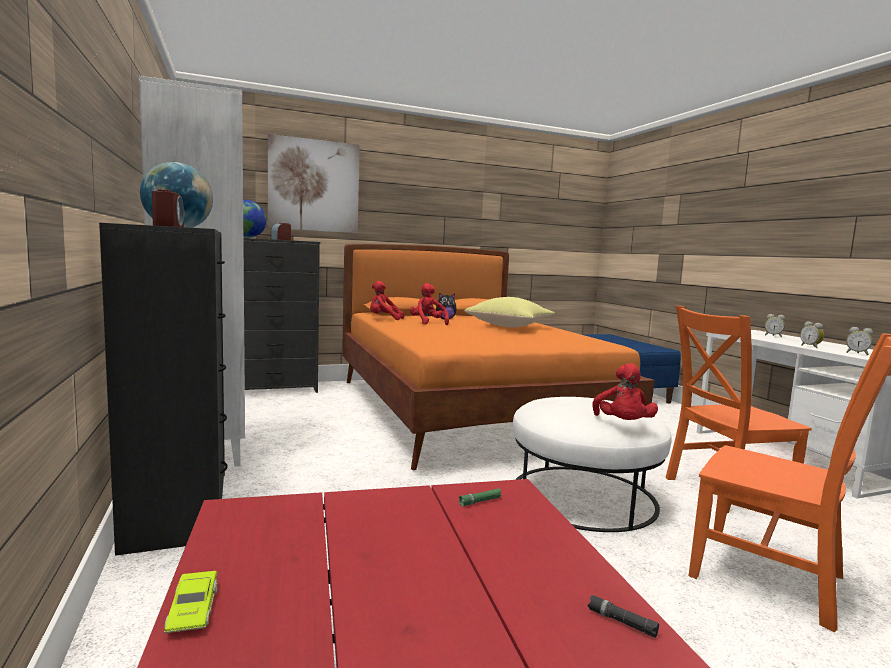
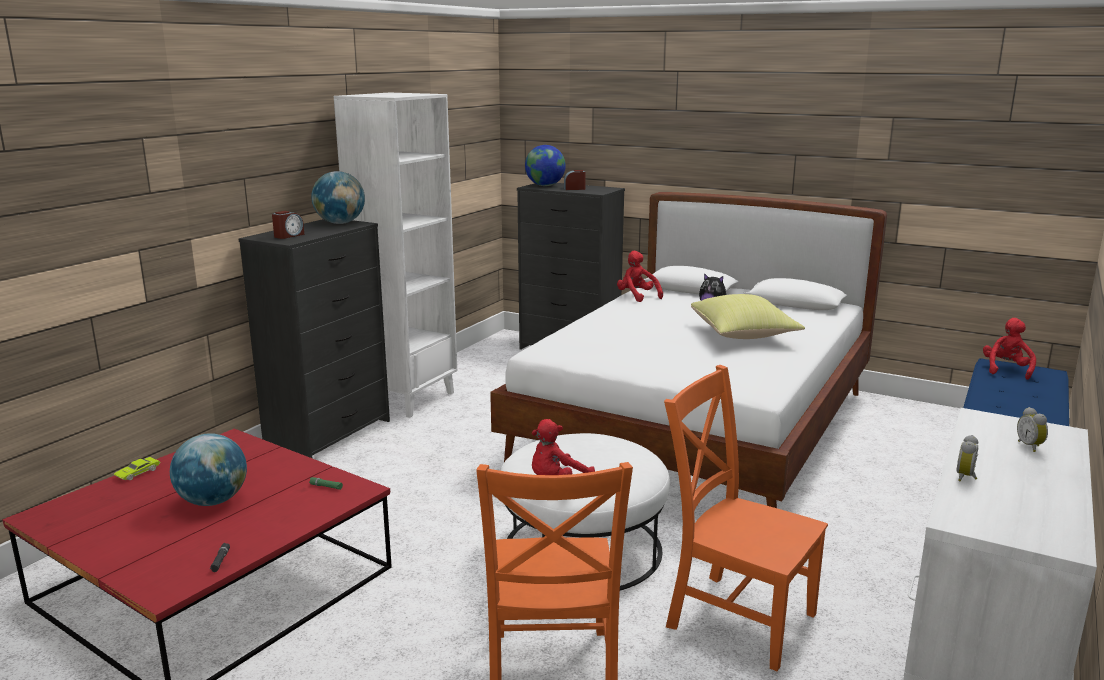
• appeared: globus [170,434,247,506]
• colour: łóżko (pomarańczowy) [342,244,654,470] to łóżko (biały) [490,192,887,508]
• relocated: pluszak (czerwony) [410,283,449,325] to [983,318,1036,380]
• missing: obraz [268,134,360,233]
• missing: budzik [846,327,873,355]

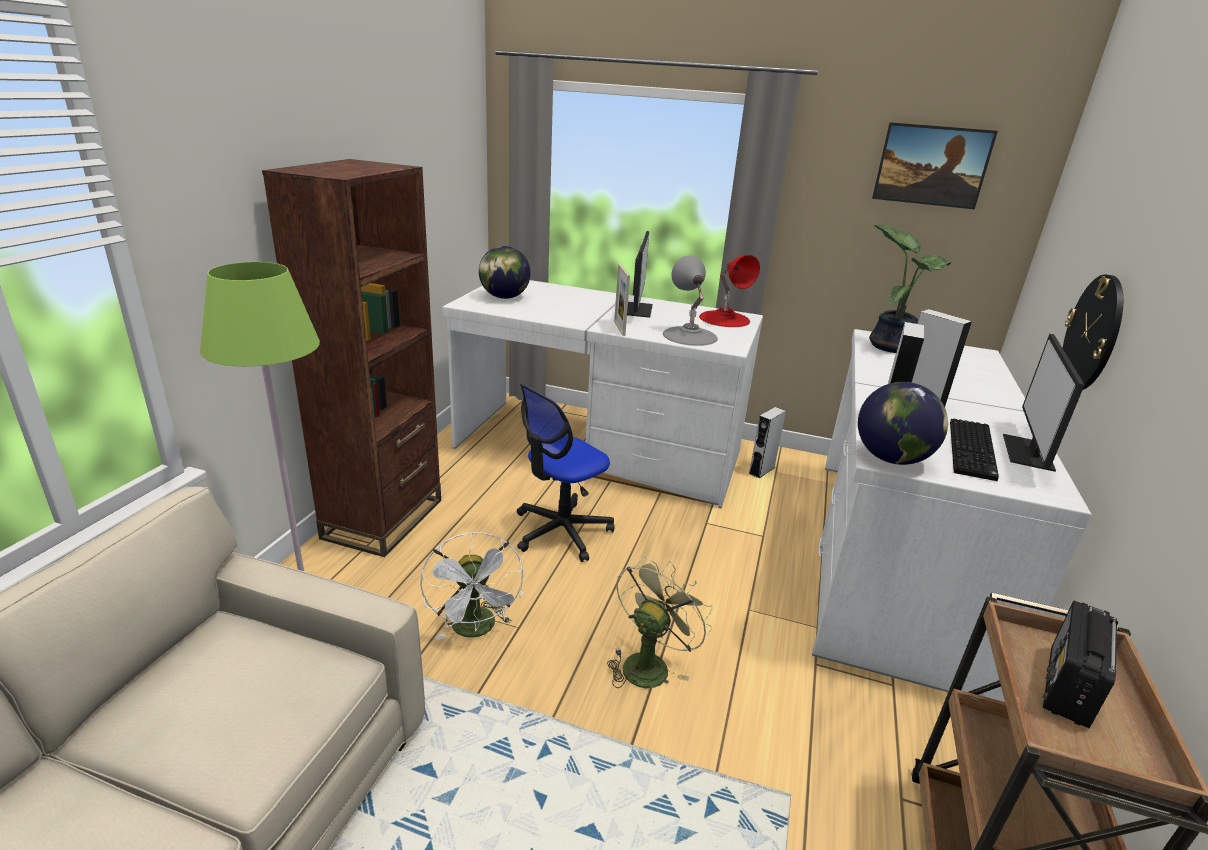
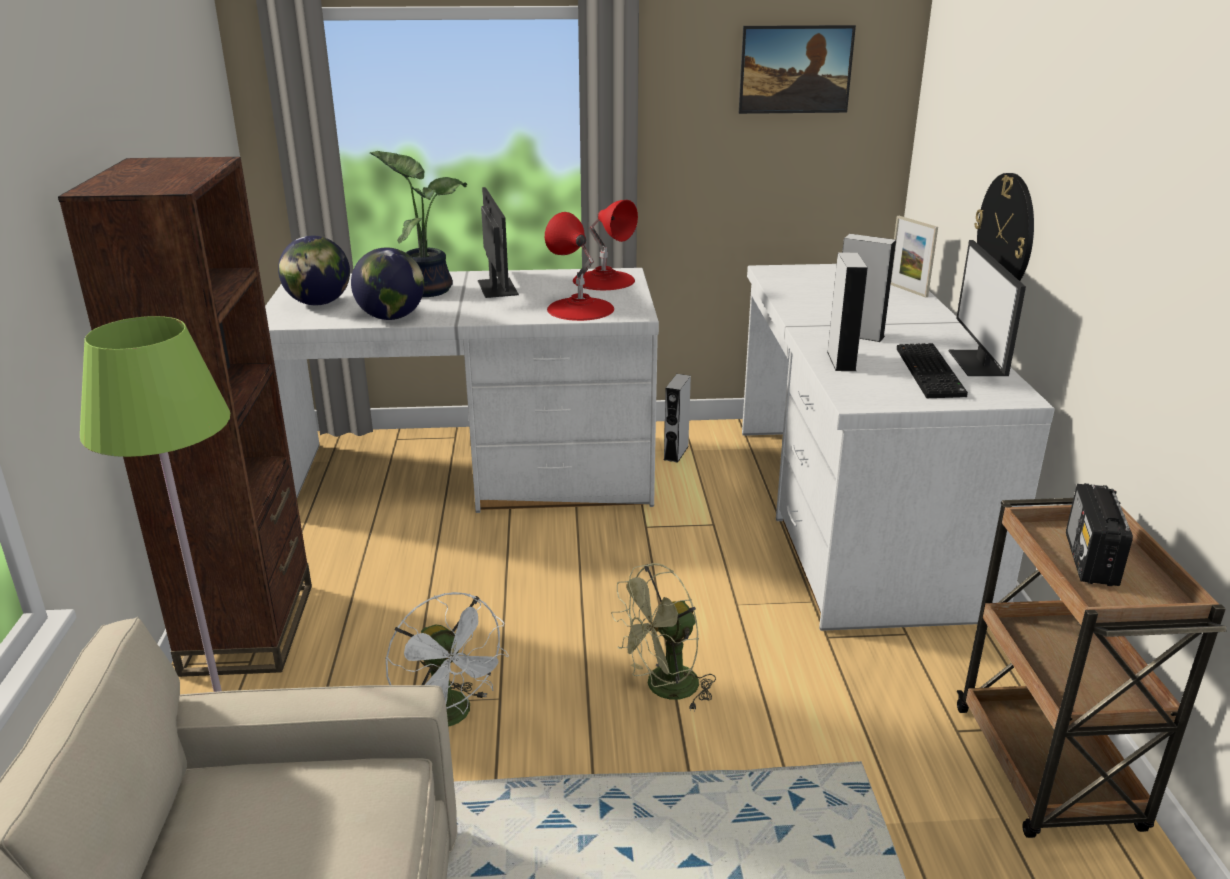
• relocated: globus [858,382,948,465] to [351,247,424,320]
• relocated: roślina doniczkowa [869,225,951,353] to [369,151,467,297]
• colour: lampa stołowa (szary) [663,255,718,346] to lampa stołowa (czerwony) [545,212,614,321]
• spun: wentylator (zielony) [607,556,713,688] = [611,563,716,711] 135 degrees counterclockwise
• relocated: ramka na zdjęcie [614,264,630,336] to [891,216,938,298]
• missing: krzesło biurowe [517,384,615,562]

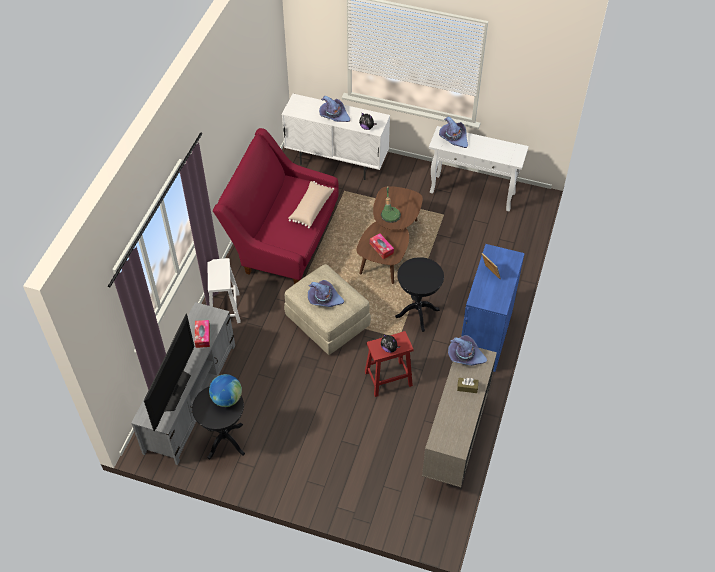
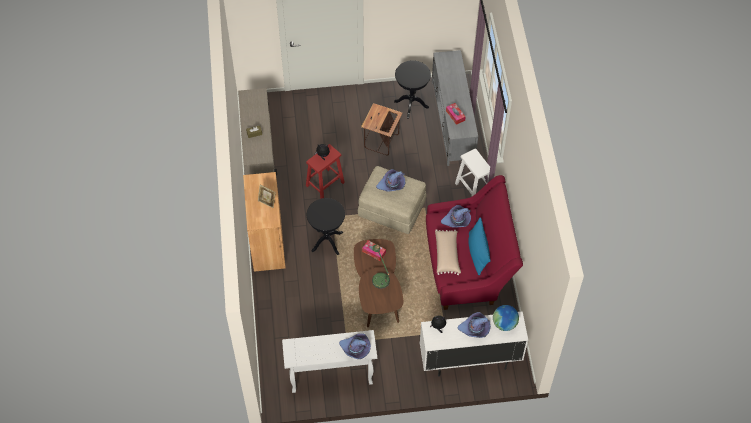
• colour: szafka (niebieski) [461,244,525,372] to szafka (brązowy) [243,172,286,272]
• appeared: stolik [361,103,403,155]
• relocated: kapelusz (fioletowy) [448,335,487,366] to [441,205,471,228]
• appeared: poduszka (niebieski) [468,217,491,275]
• relocated: globus [209,374,242,407] to [493,305,519,331]
• missing: telewizor [144,314,194,431]

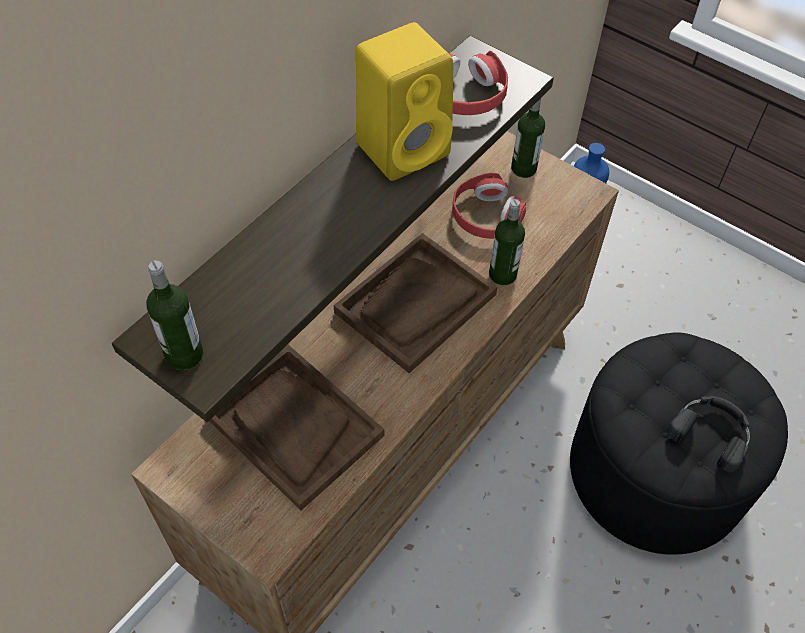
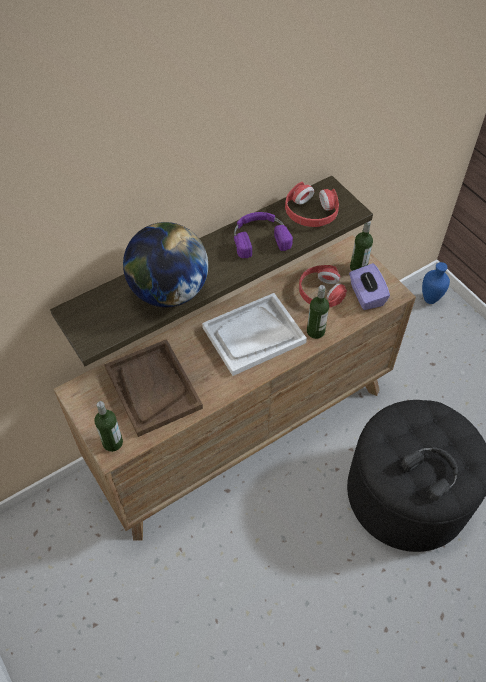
• relocated: butelka [146,260,203,370] to [94,401,123,452]
• appeared: globus [123,222,208,307]
• colour: taca (brązowy) [334,233,497,373] to taca (biały) [202,293,307,376]
• exchanged: głośnik (żółty) [356,22,453,181] to słuchawki (fioletowy) [234,212,293,258]
• appeared: pudełko chusteczek (fioletowy) [349,263,390,310]

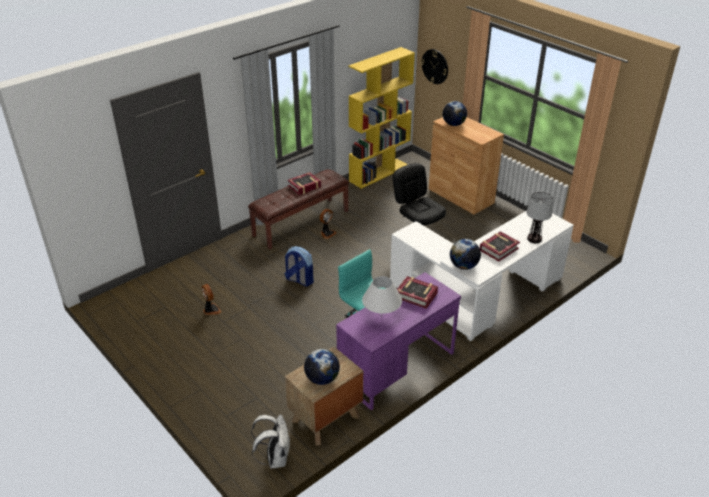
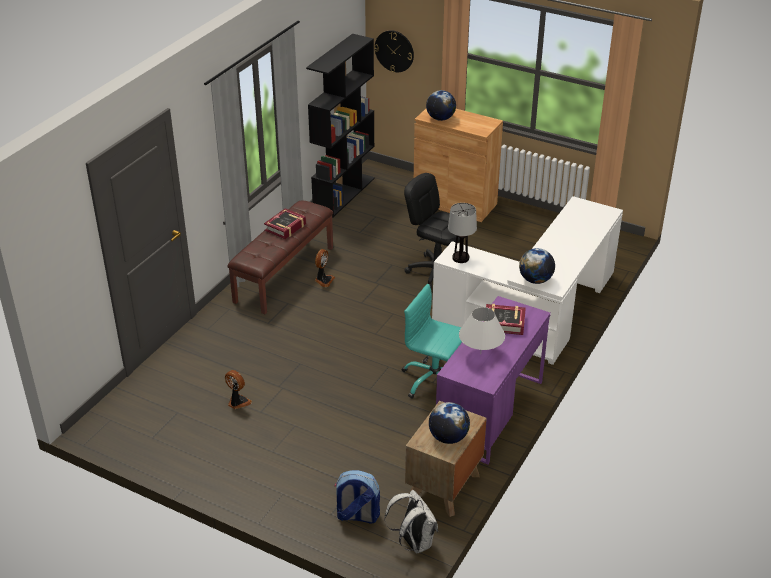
• colour: regał (żółty) [348,47,415,189] to regał (czarny) [306,34,375,218]
• relocated: plecak [284,246,314,286] to [334,470,380,524]
• relocated: lampa stołowa [527,192,553,244] to [448,203,477,263]
• missing: książka [480,231,520,262]

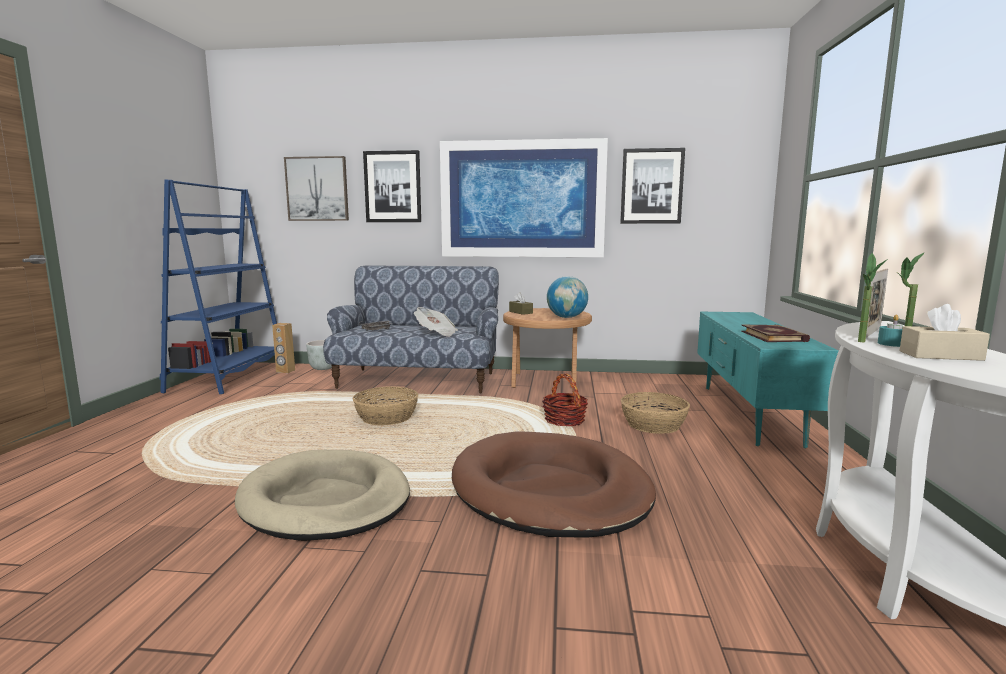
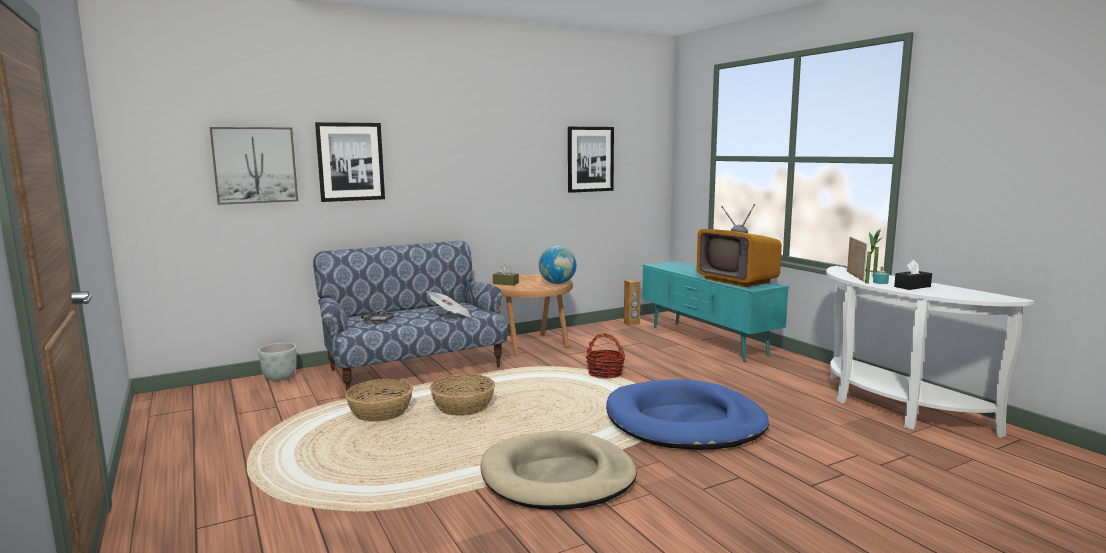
• relocated: koszyk [621,392,690,434] to [345,379,413,422]
• colour: legowisko (brązowy) [452,431,656,538] to legowisko (niebieski) [606,379,769,450]
• relocated: głośnik (brązowy) [272,323,295,373] to [624,279,641,326]
• exchanged: książka [741,324,810,342] to telewizor [697,204,782,287]
• colour: pudełko chusteczek (beżowy) [900,304,990,361] to pudełko chusteczek (czarny) [894,260,932,290]
• missing: regał (niebieski) [160,179,277,394]
• missing: obraz [440,138,608,257]

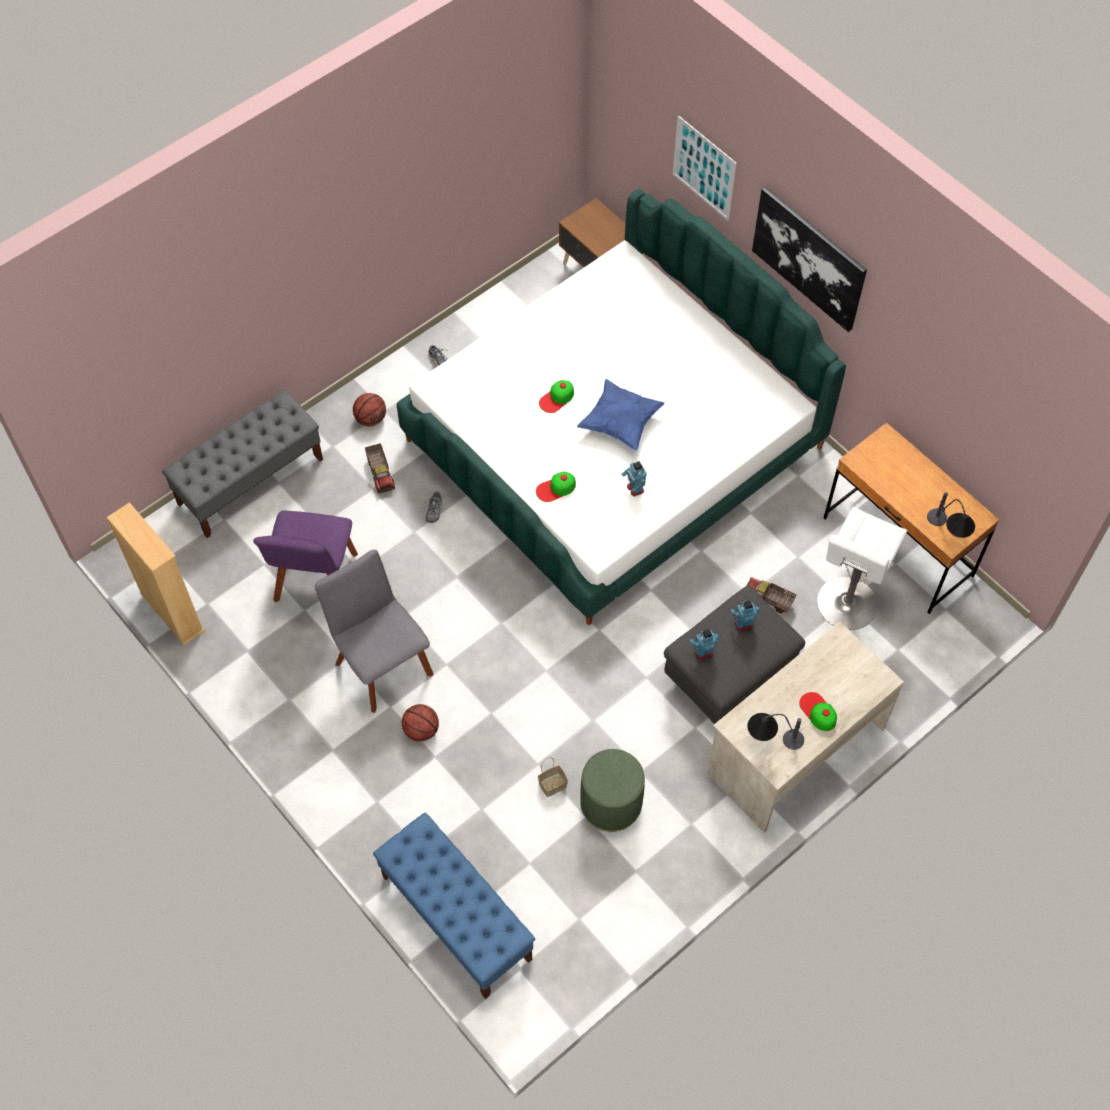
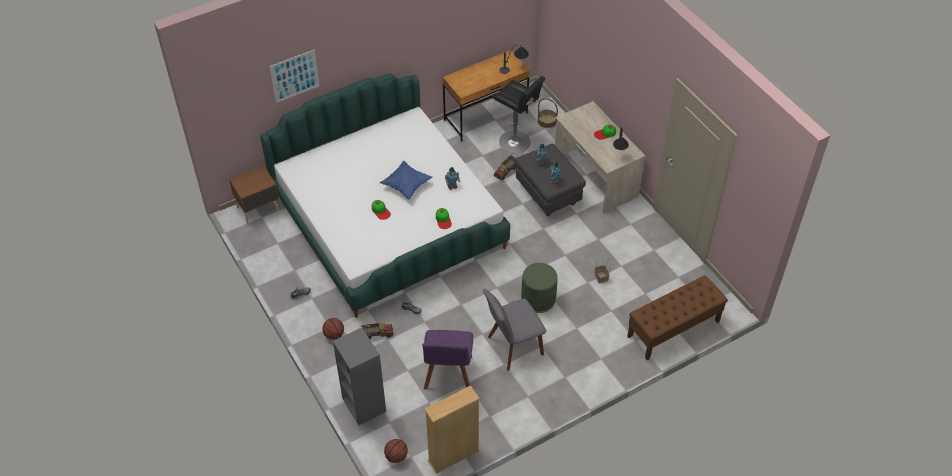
• exchanged: ławka (szary) [162,390,323,538] to regał (szary) [333,327,386,425]
• relocated: piłka do koszykówki [402,704,439,742] to [384,439,408,463]
• spun: krzesło (fioletowy) [253,510,358,602] = [422,330,473,390] 75 degrees clockwise
• colour: stołek (biały) [817,507,907,630] to stołek (czarny) [493,76,546,154]
• relocated: pufa (zielony) [580,749,645,832] to [521,263,557,313]
• appeared: koszyk [538,98,558,128]
• colour: ławka (niebieski) [373,812,535,999] to ławka (brązowy) [627,275,728,360]
• missing: obraz [752,187,867,332]

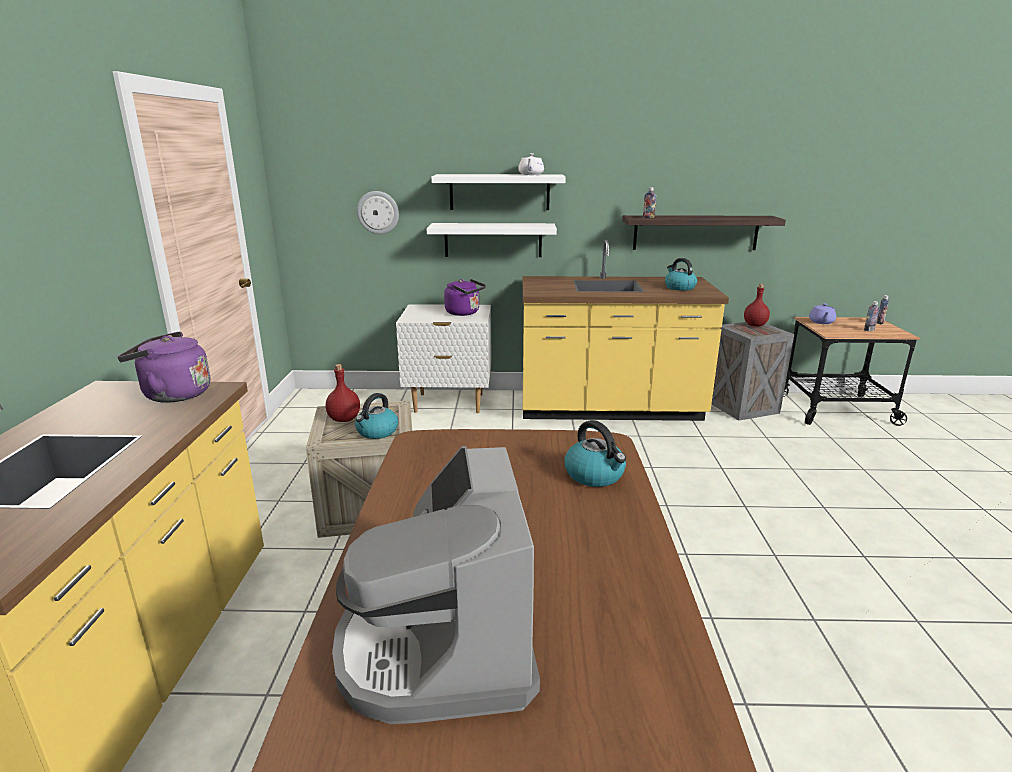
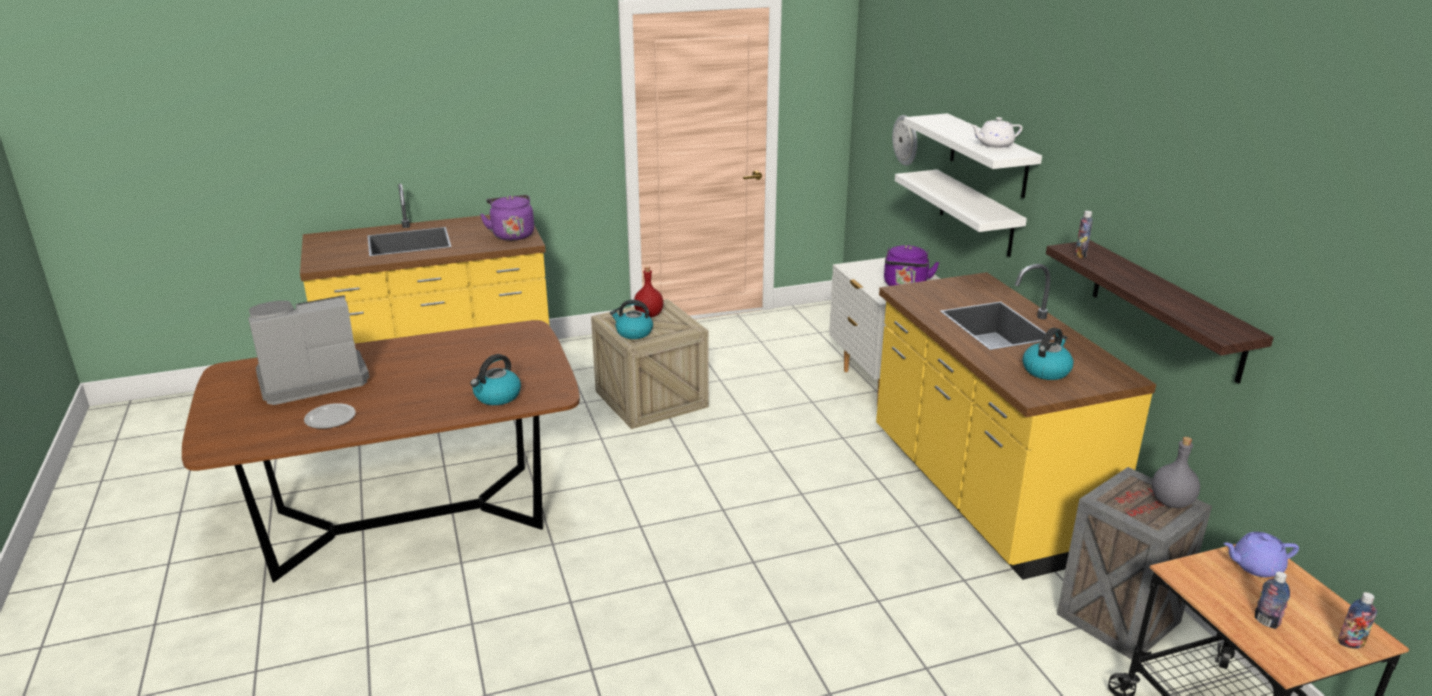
• appeared: talerz [304,403,356,429]
• colour: butelka (czerwony) [744,284,770,326] to butelka (szary) [1152,437,1200,508]

